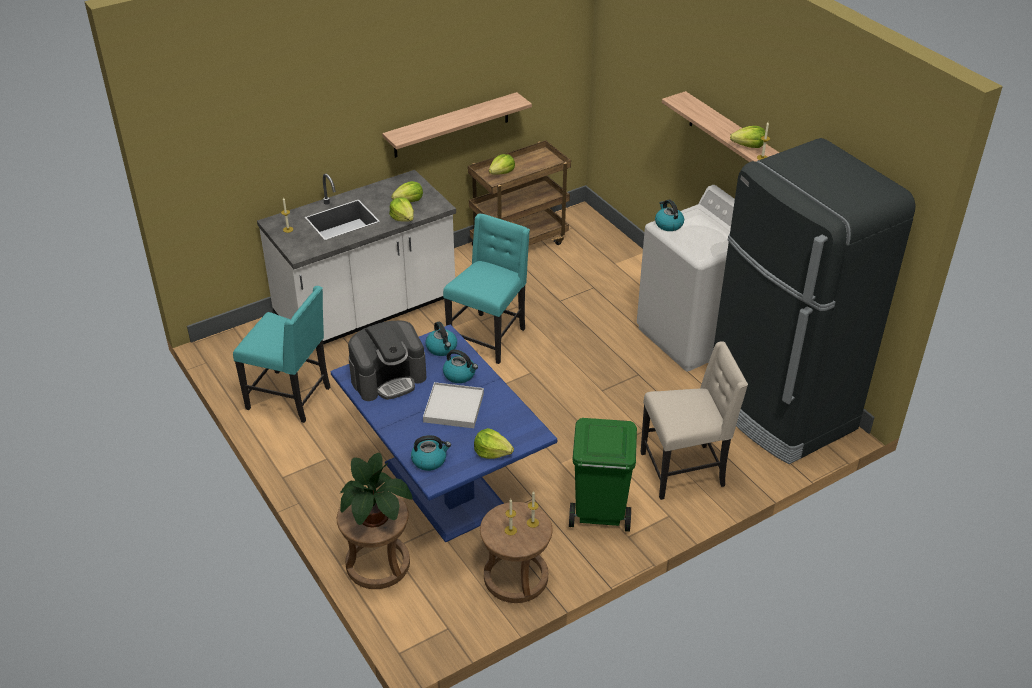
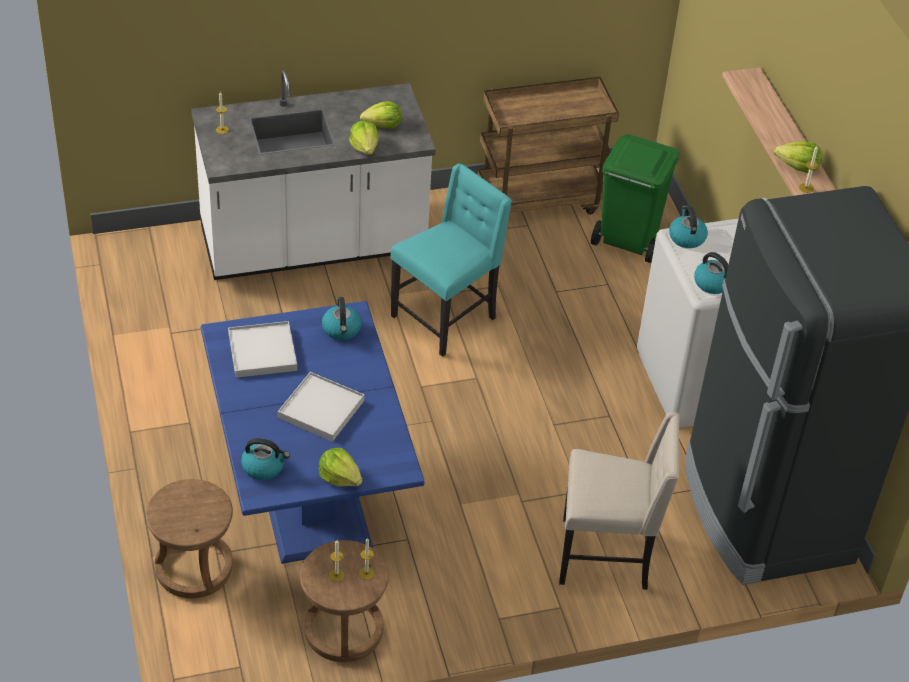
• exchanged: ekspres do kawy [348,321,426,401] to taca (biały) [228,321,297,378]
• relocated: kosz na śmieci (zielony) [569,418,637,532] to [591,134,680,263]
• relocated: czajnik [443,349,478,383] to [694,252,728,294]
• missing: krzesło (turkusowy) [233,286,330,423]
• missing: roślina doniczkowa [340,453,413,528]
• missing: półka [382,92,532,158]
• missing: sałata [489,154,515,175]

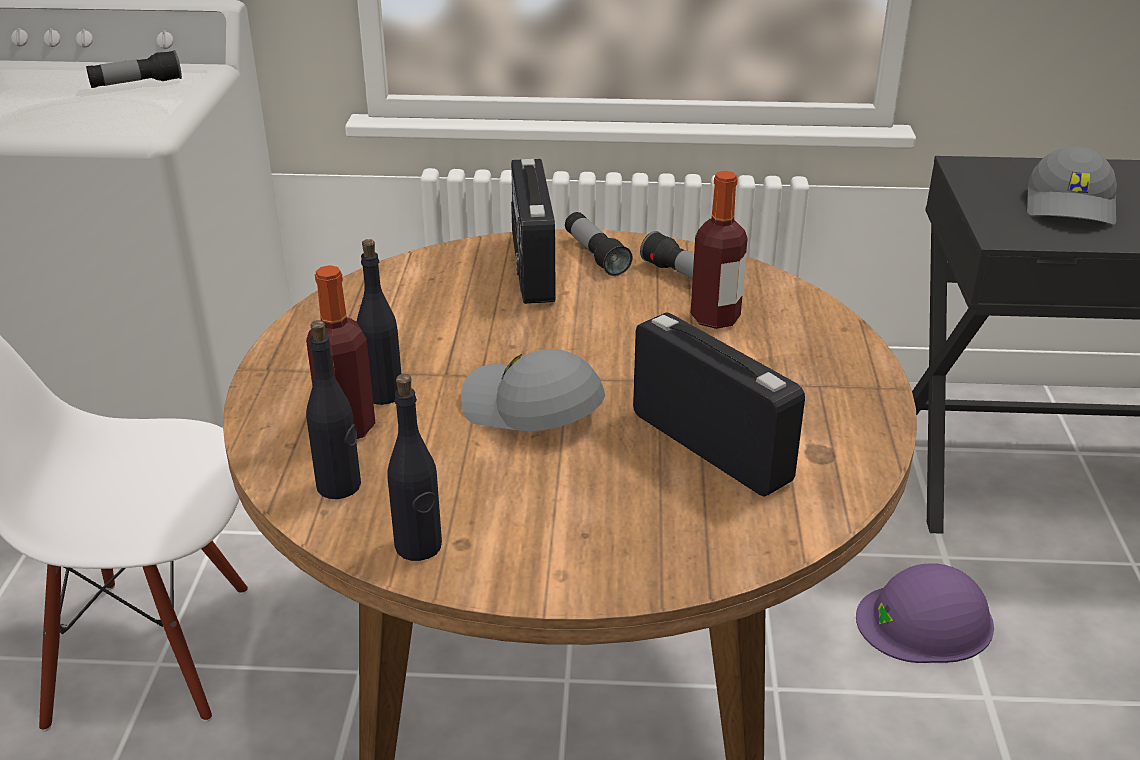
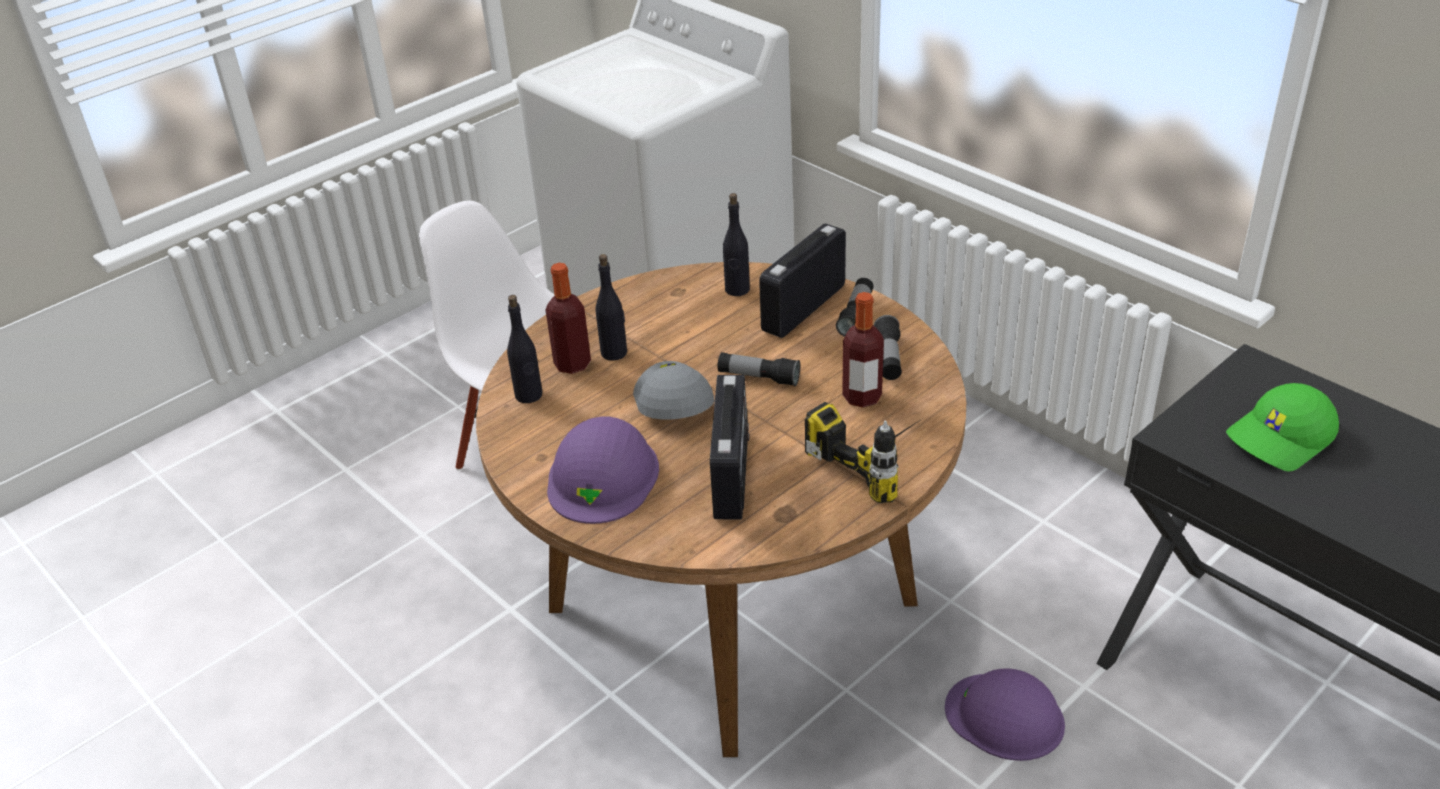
• appeared: kask (fioletowy) [547,416,659,524]
• relocated: latarka [86,50,182,88] to [718,352,800,386]
• relocated: butelka (czarny) [387,374,442,561] to [723,193,750,296]
• appeared: wiertarka [805,402,923,503]
• colour: czapka z daszkiem (szary) [1027,147,1117,225] to czapka z daszkiem (zielony) [1226,383,1339,471]

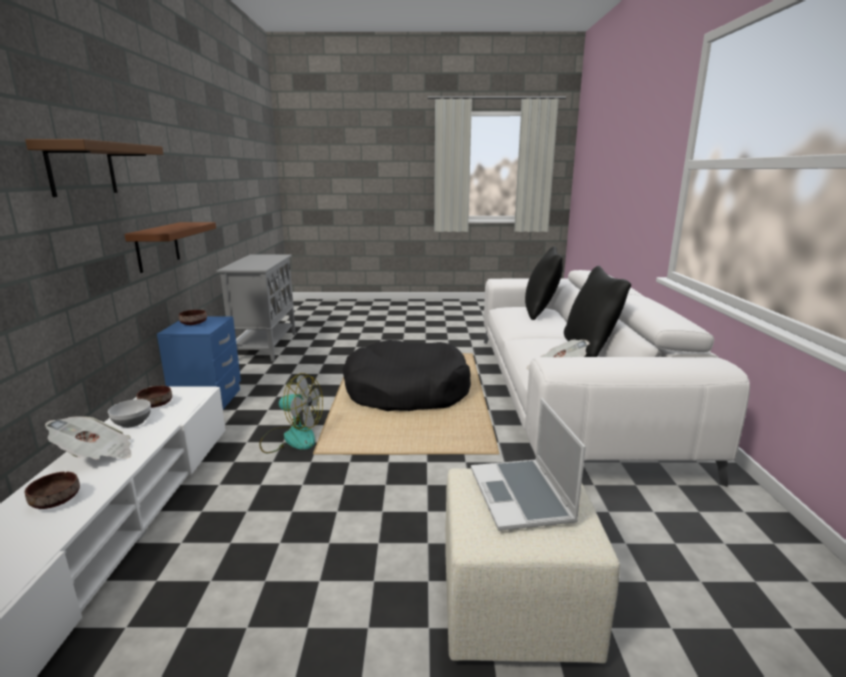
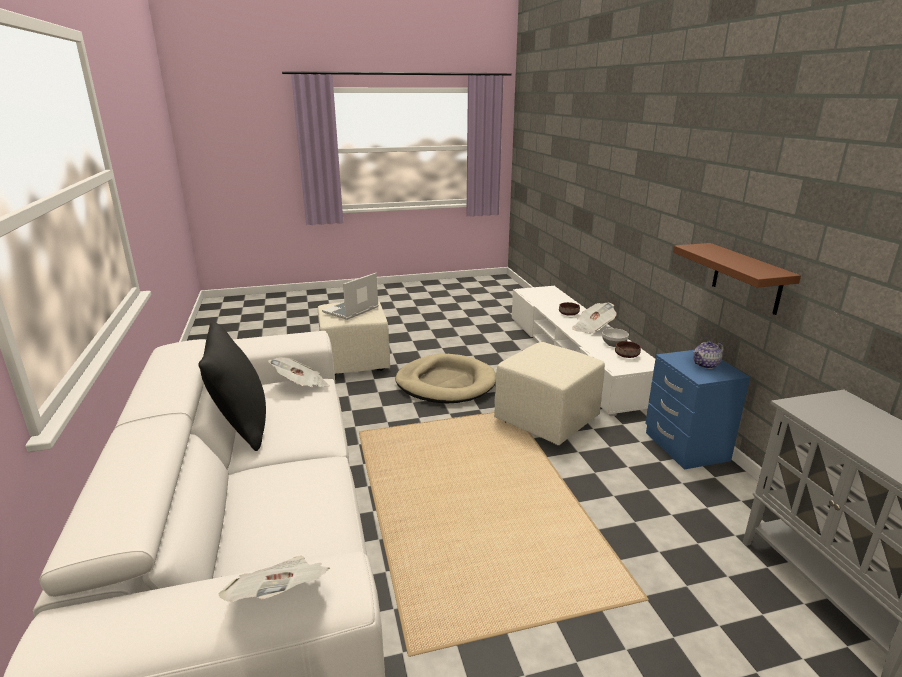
• appeared: gazeta [218,556,330,602]
• spun: laptop [471,398,586,531] = [322,273,379,320] 120 degrees counterclockwise
• appeared: legowisko (beżowy) [395,354,496,403]
• exchanged: wentylator [259,373,323,453] to pufa (beżowy) [494,342,605,445]
• exchanged: miska (brązowy) [179,310,207,325] to imbryk [693,341,724,369]
• missing: półka (brązowy) [25,139,163,197]
• missing: legowisko (czarny) [343,340,471,411]
• missing: poduszka (czarny) [525,246,563,320]

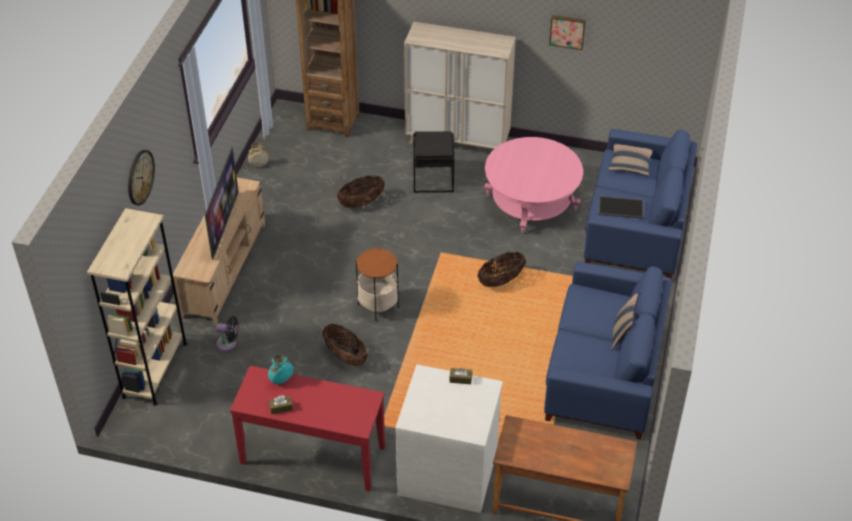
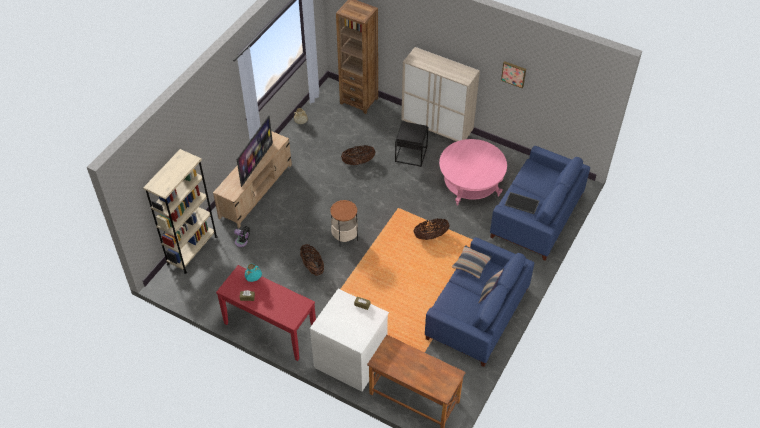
• relocated: poduszka [608,143,653,176] to [452,245,492,279]
• missing: zegar ścienny [128,150,155,205]

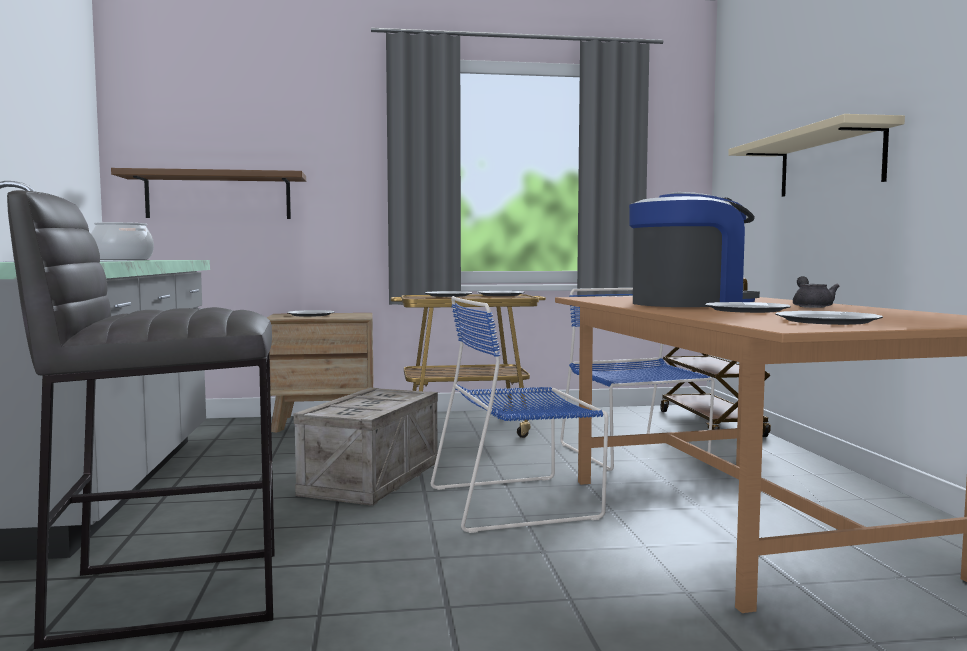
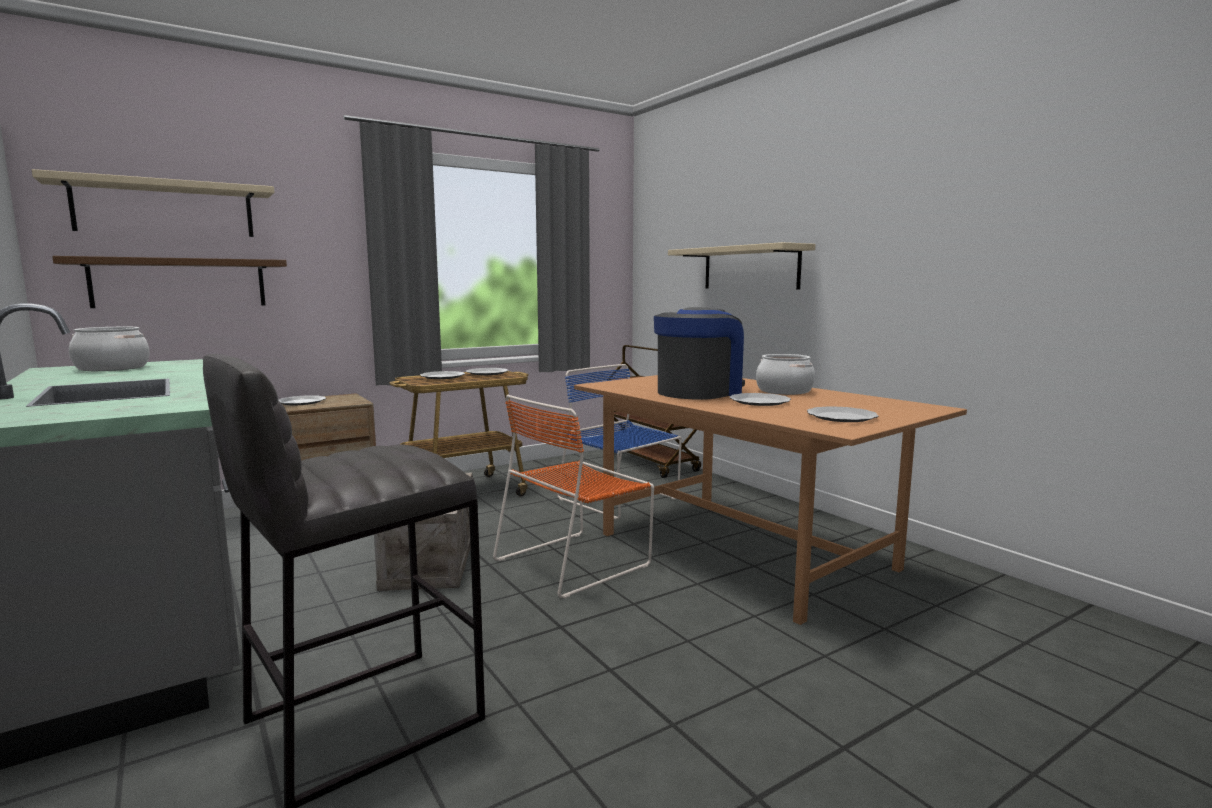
• appeared: półka (beżowy) [32,169,275,237]
• colour: krzesło (niebieski) [431,296,608,533] to krzesło (pomarańczowy) [493,394,654,599]
• exchanged: imbryk (szary) [793,276,839,308] to garnek [756,354,815,395]

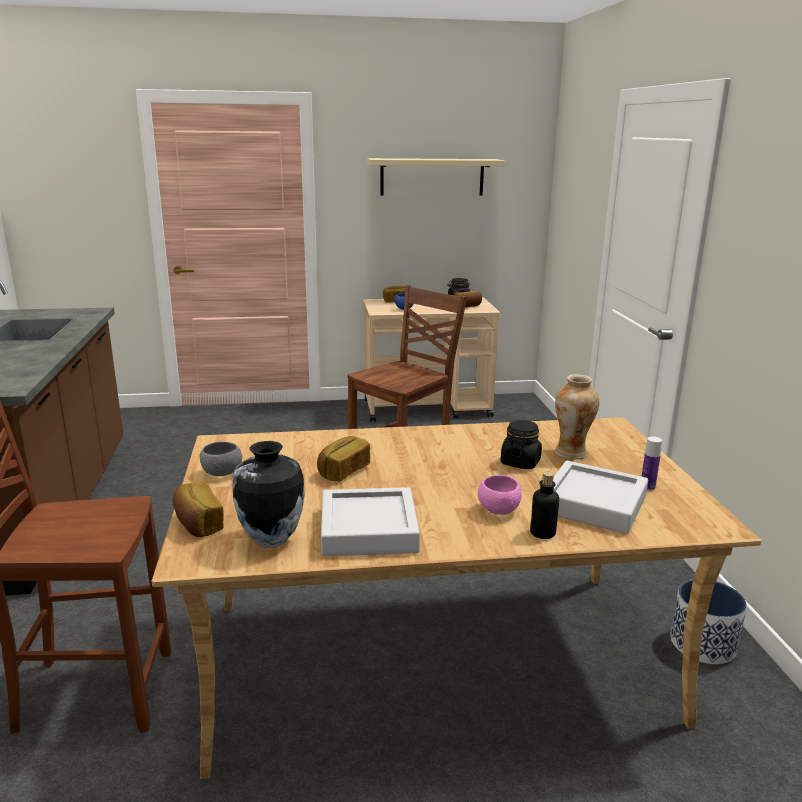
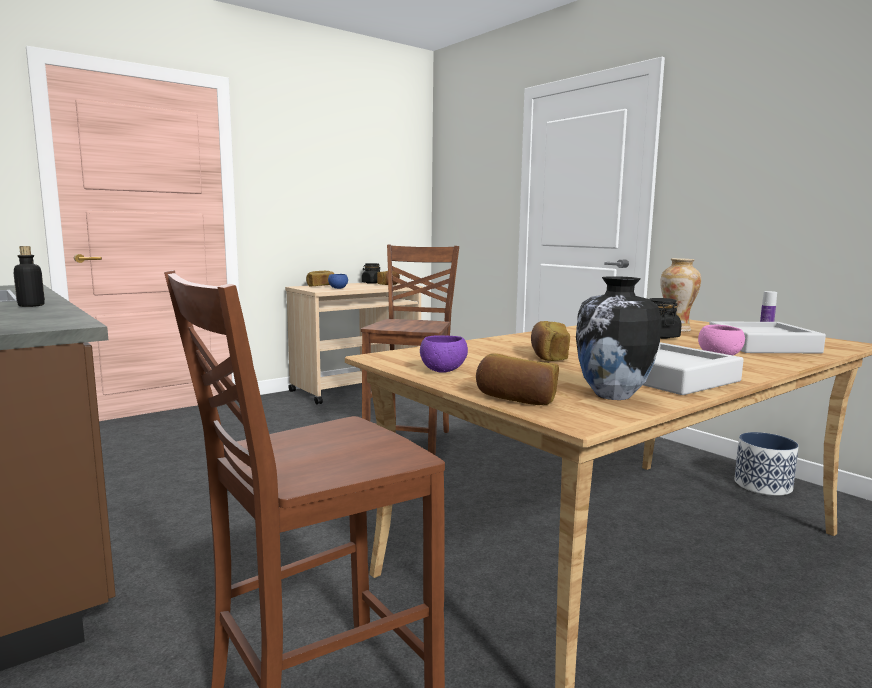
• relocated: butelka [530,472,559,539] to [13,246,45,307]
• colour: miska (szary) [200,442,242,476] to miska (fioletowy) [420,335,468,373]
• missing: półka (beżowy) [367,158,505,195]

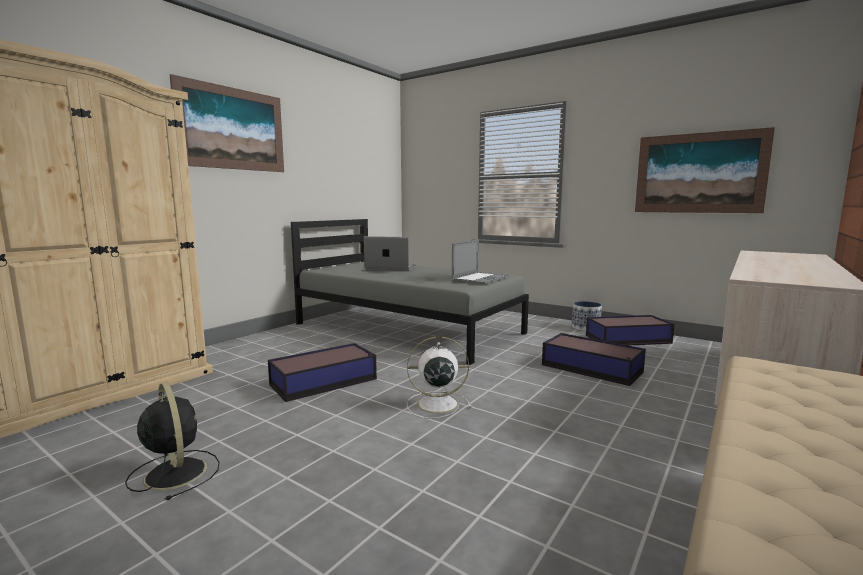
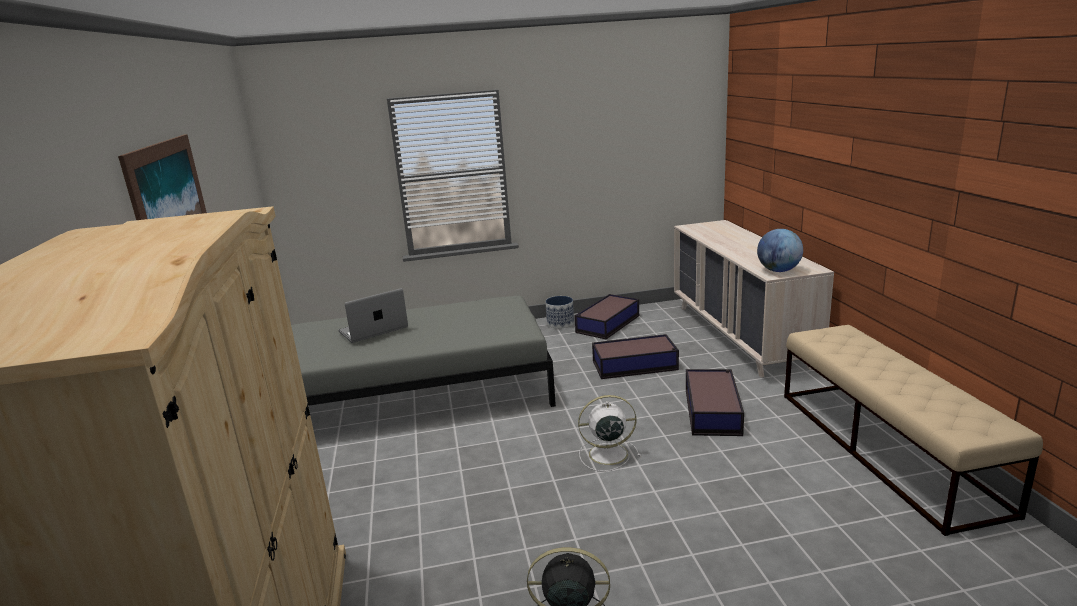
• spun: wentylator (biały) [407,337,471,419] = [578,395,640,472] 45 degrees clockwise
• relocated: pojemnik do przechowywania [268,343,377,402] to [686,369,744,436]
• appeared: globus [757,229,803,272]
• missing: laptop [452,239,509,284]
• missing: obraz [635,127,775,213]

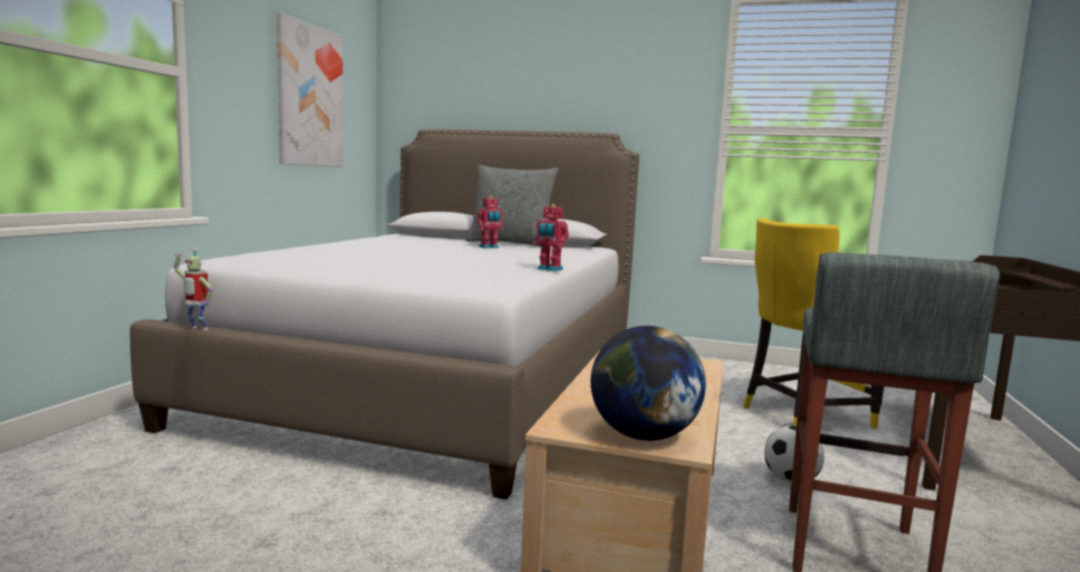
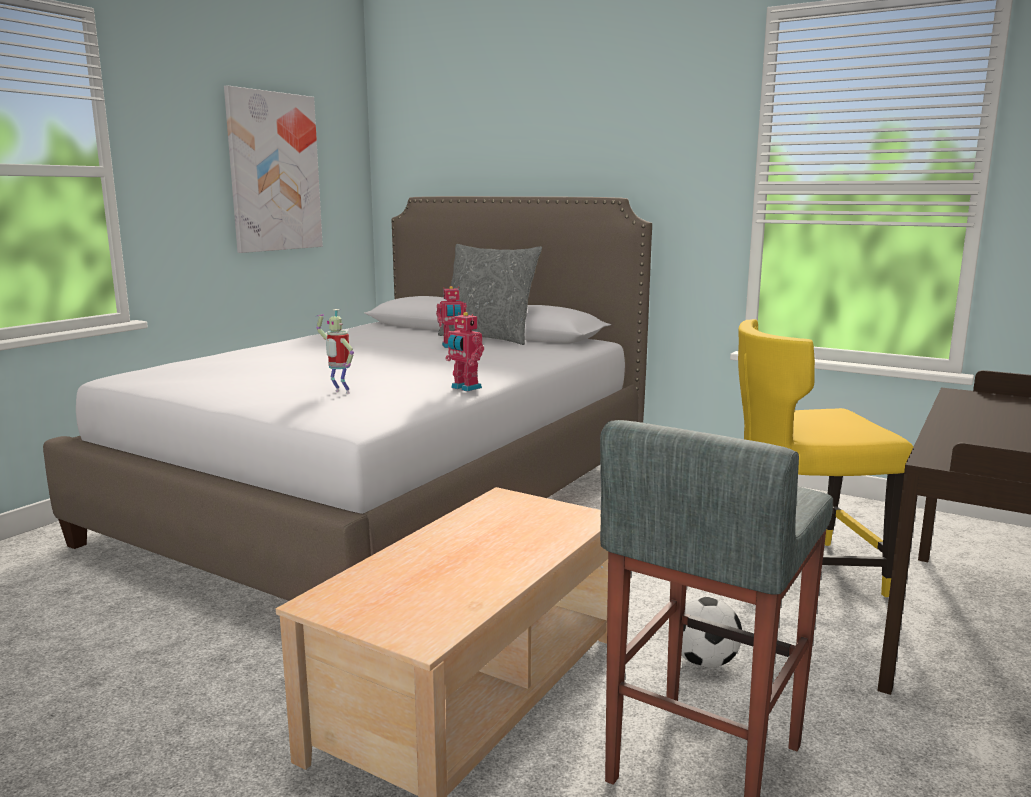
• relocated: robot zabawkowy [174,249,213,331] to [316,309,354,394]
• missing: globus [591,326,706,441]

